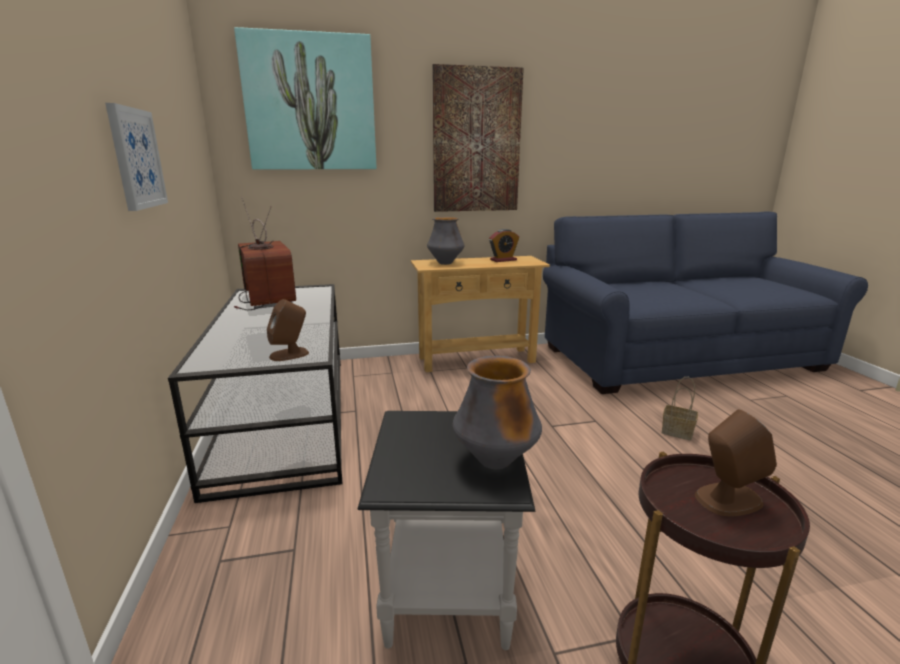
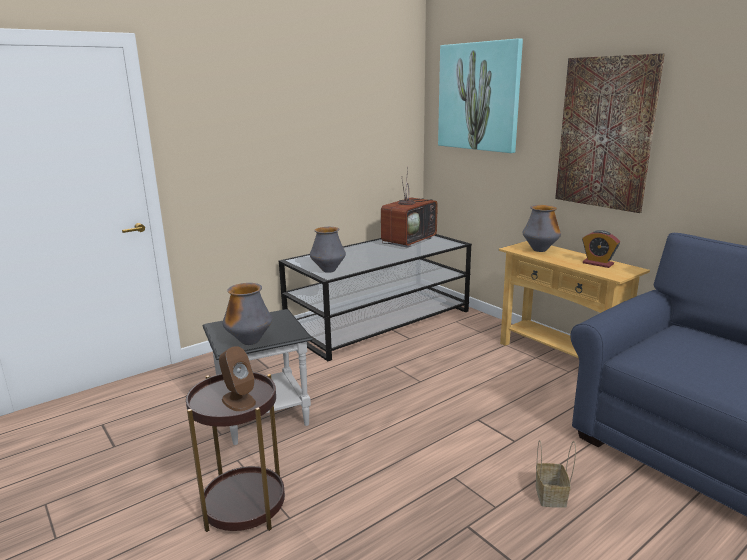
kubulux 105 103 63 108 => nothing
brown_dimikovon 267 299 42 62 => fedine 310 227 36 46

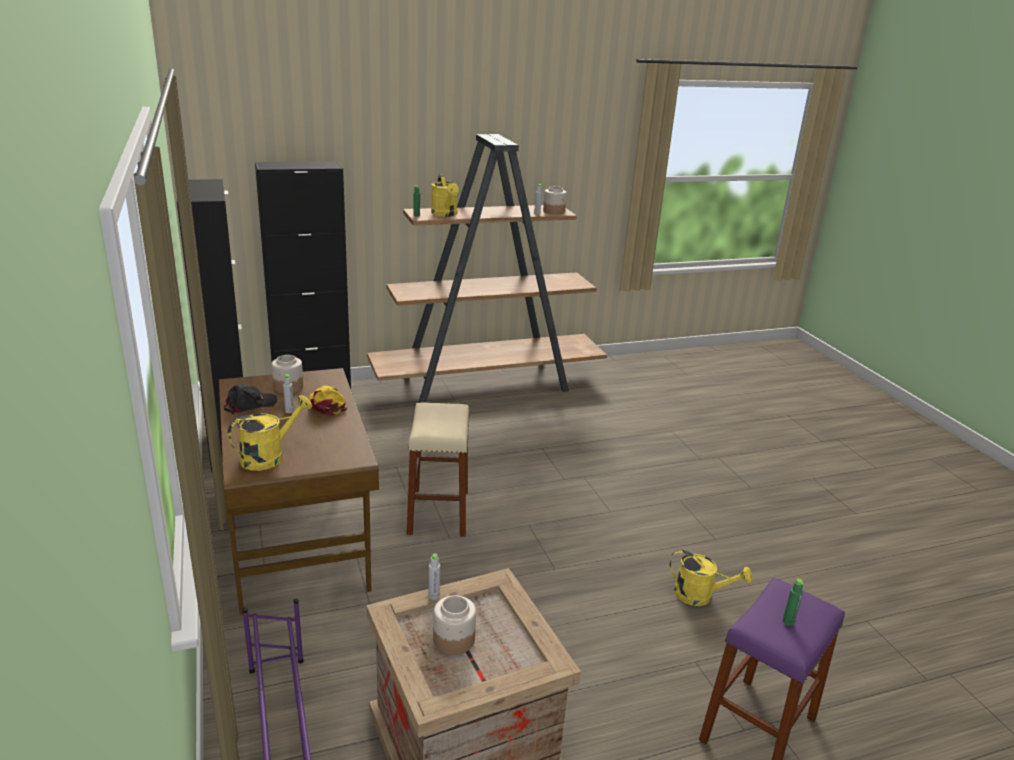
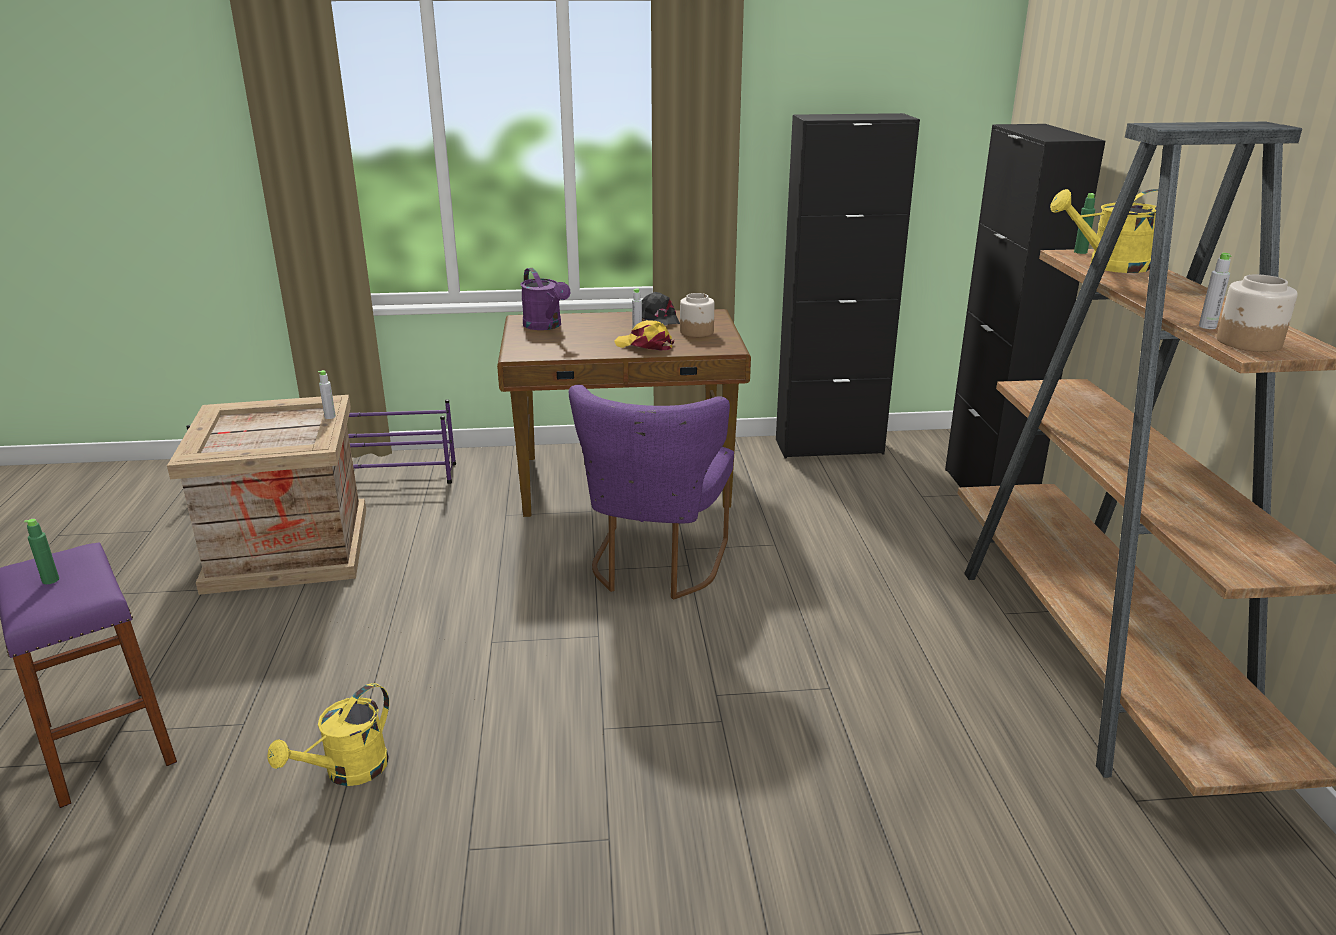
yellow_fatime 307 386 40 30 => yellow_fatime 614 320 60 30, 135 degrees counterclockwise
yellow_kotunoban 228 395 84 76 => purple_kotunoban 520 268 50 62
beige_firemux 407 402 62 135 => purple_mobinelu 569 385 165 215
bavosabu 433 595 43 60 => nothing

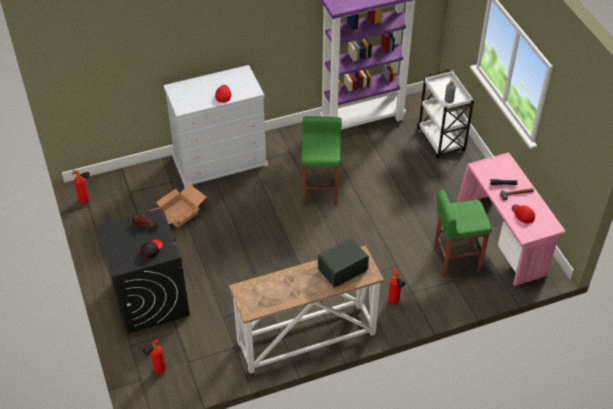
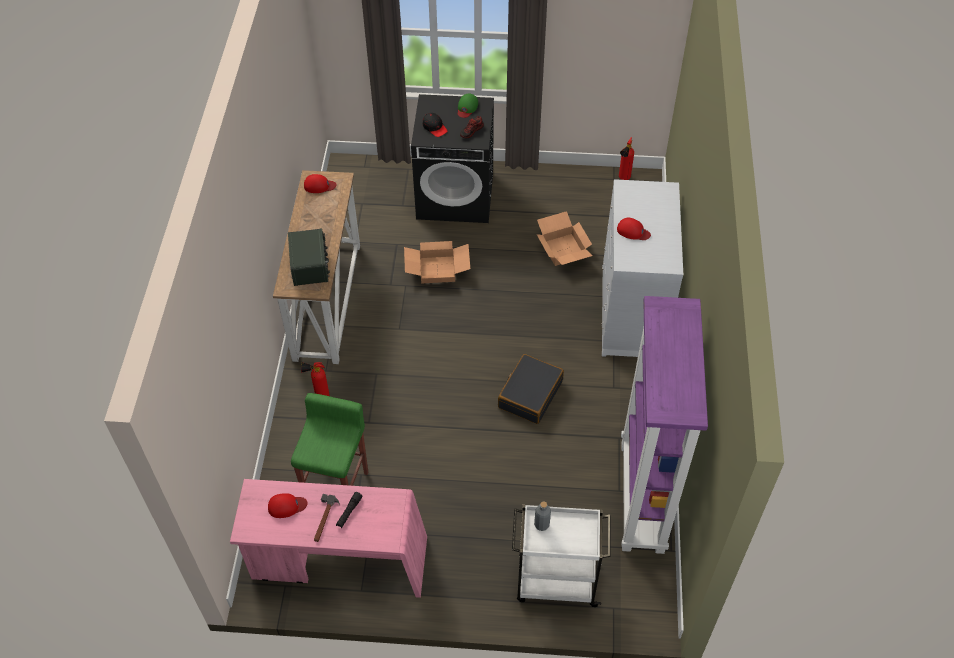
green_firemux 301 116 41 90 => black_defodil 498 354 66 70
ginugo 142 338 24 36 => nothing
nothing => green_fatime 458 94 20 24
nothing => red_fatime 304 174 33 19
nothing => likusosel 404 241 66 42

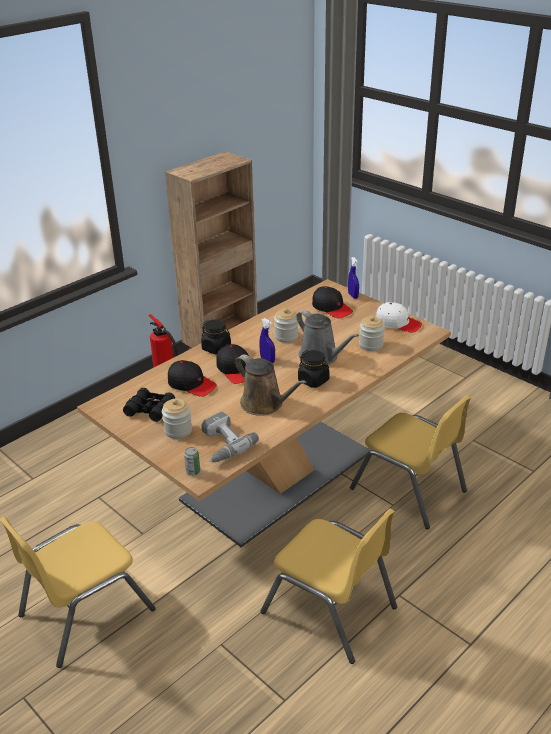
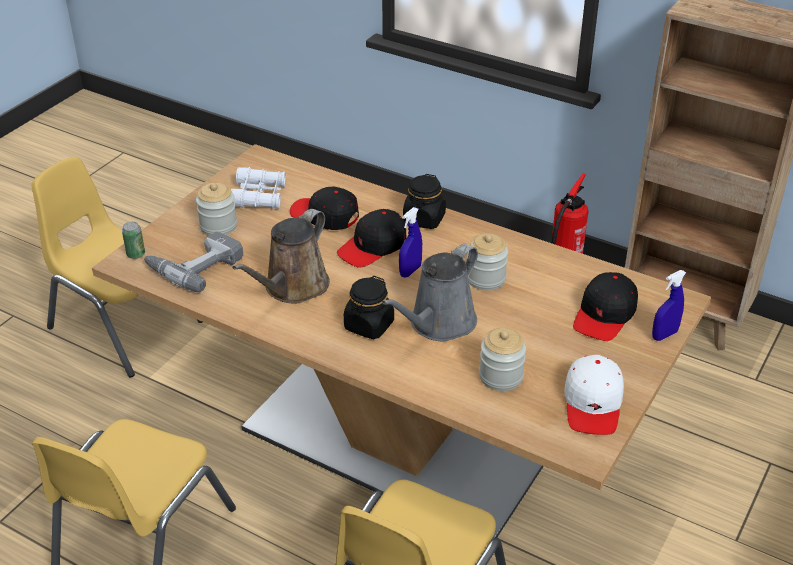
black_fatime 168 360 49 37 => black_fatime 290 187 69 43, 105 degrees clockwise
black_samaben 123 388 52 34 => white_samaben 231 167 55 42

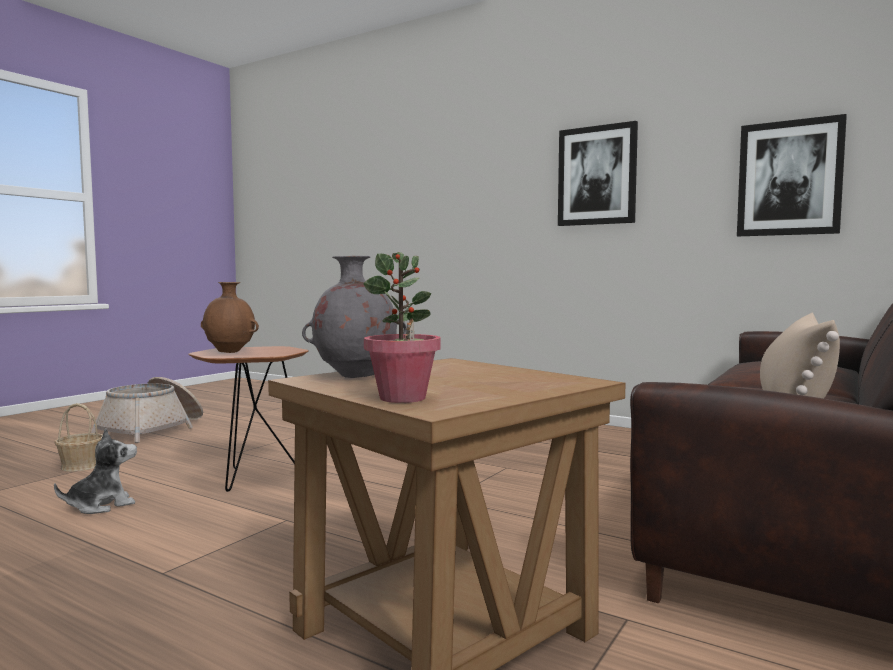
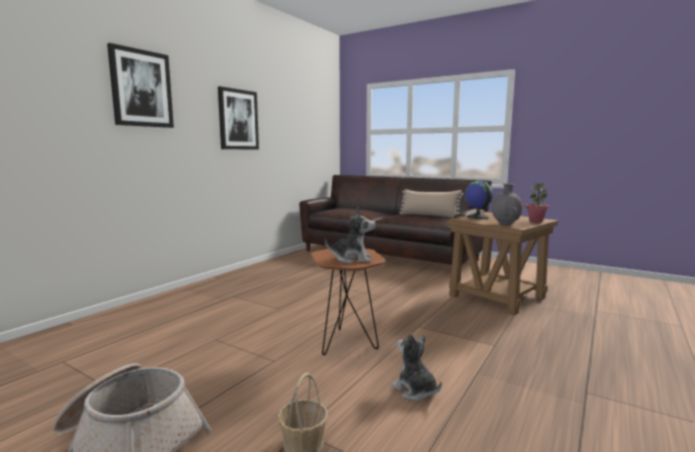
kubulux 737 114 110 122 => kubulux 107 43 67 85, relocated
brown_fedine 201 282 58 71 => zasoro 325 207 51 56
nothing => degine 465 181 29 38

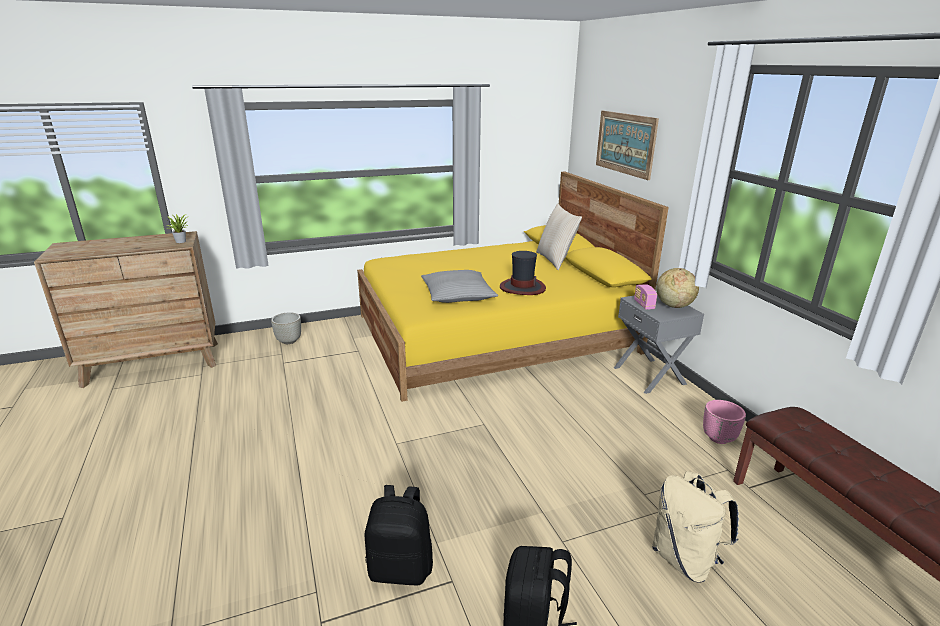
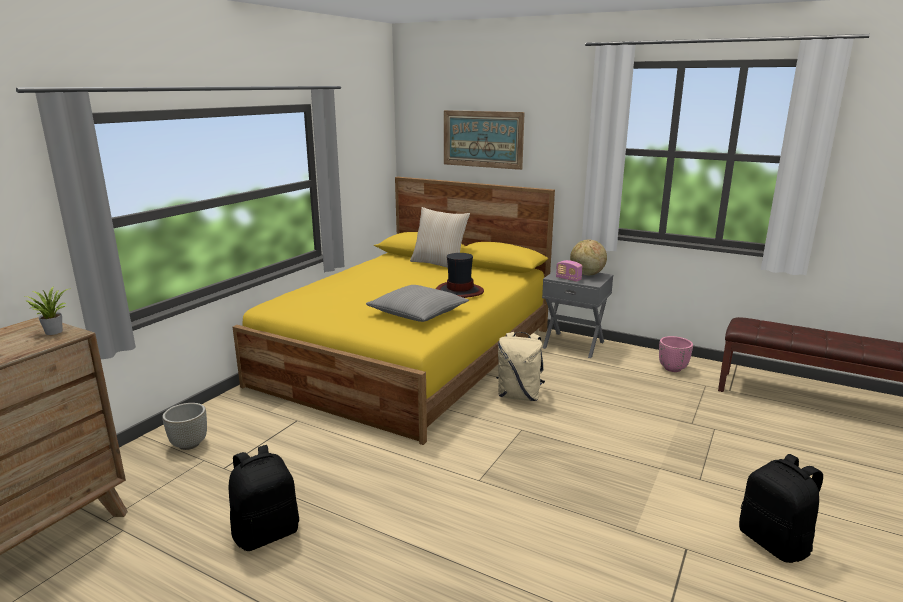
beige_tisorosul 652 471 87 111 => beige_tisorosul 496 332 49 69, relocated
black_tisorosul 365 485 68 101 => black_tisorosul 229 445 70 106, relocated

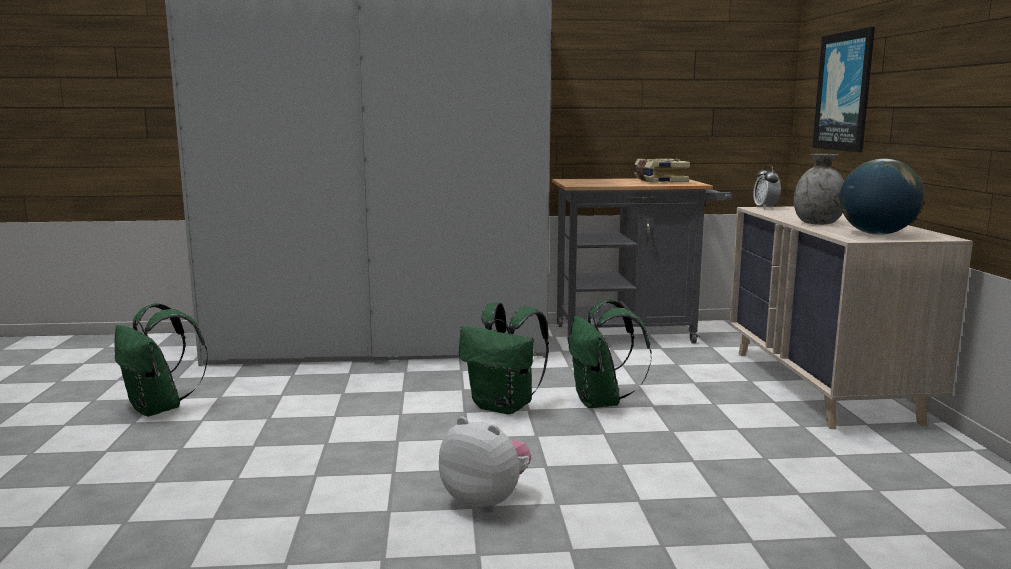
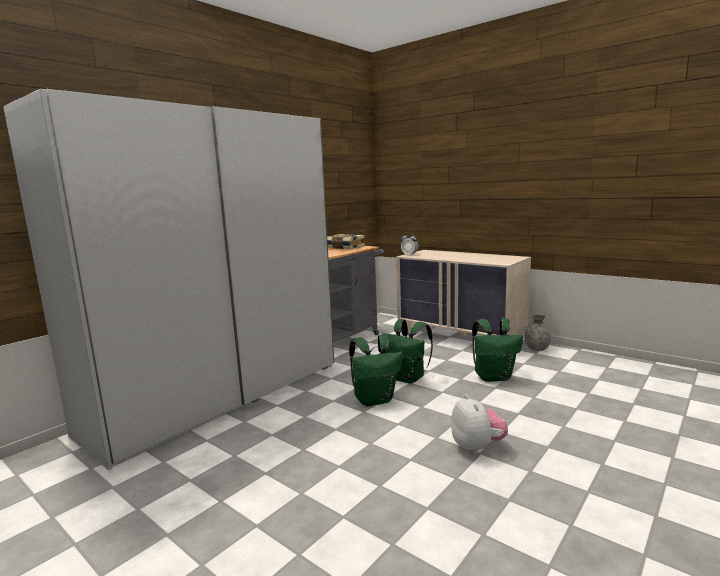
kubulux 812 27 63 125 => nothing
grey_fedine 794 154 50 71 => grey_fedine 525 314 26 37, relocated
degine 840 159 84 76 => nothing
green_tisorosul 114 303 94 114 => green_tisorosul 472 318 51 64, relocated
zasoro 439 416 92 97 => zasoro 451 394 57 60, 90 degrees clockwise

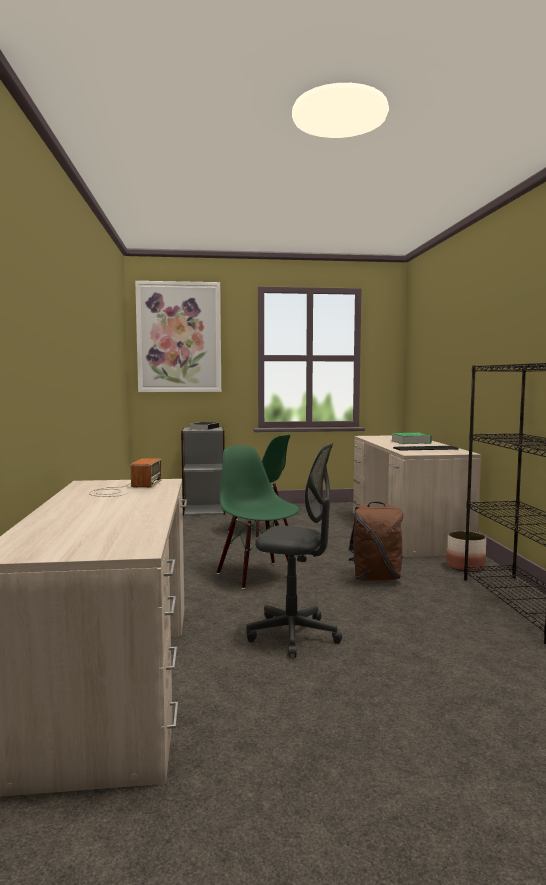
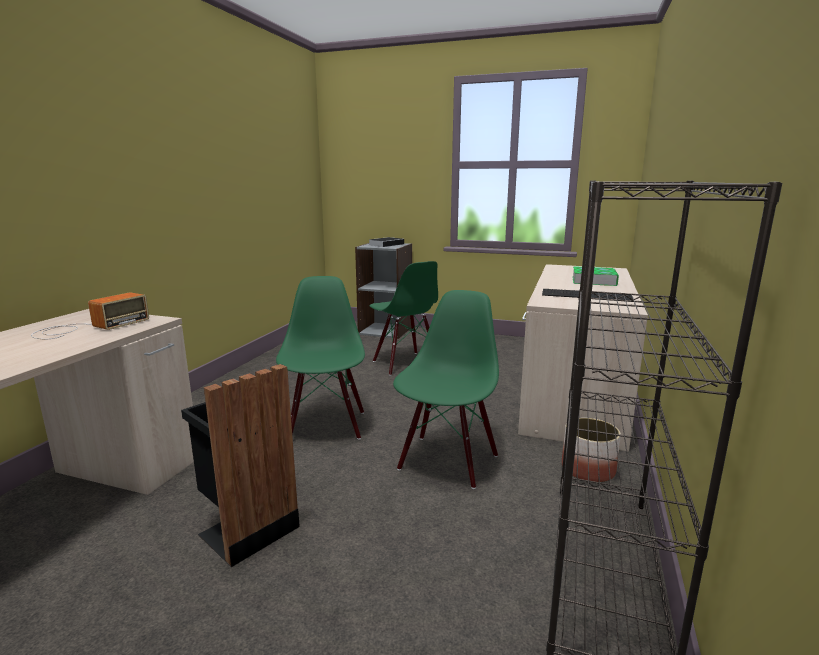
kubulux 135 281 86 111 => nothing
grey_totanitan 246 443 96 215 => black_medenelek 181 364 119 203
brown_tisorosul 348 502 55 78 => green_mobinelu 393 290 106 199

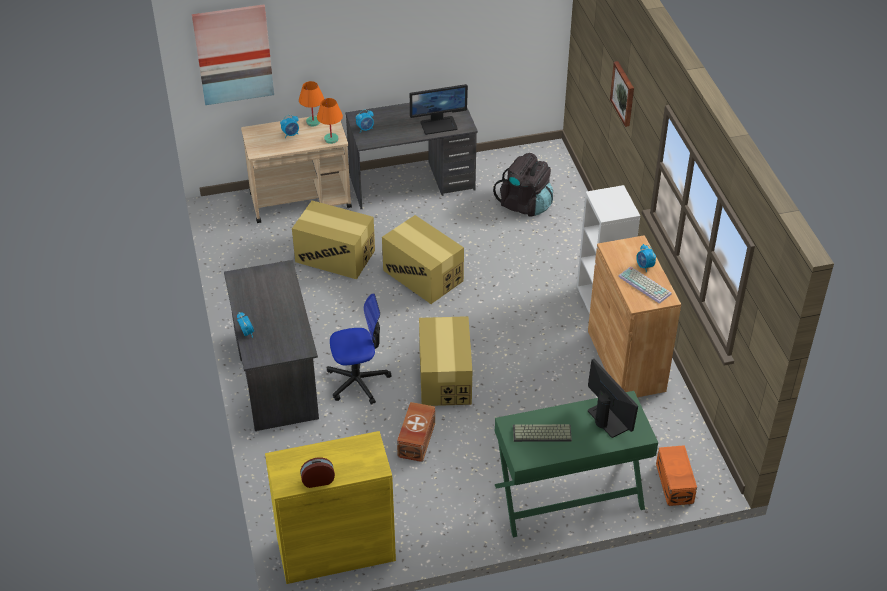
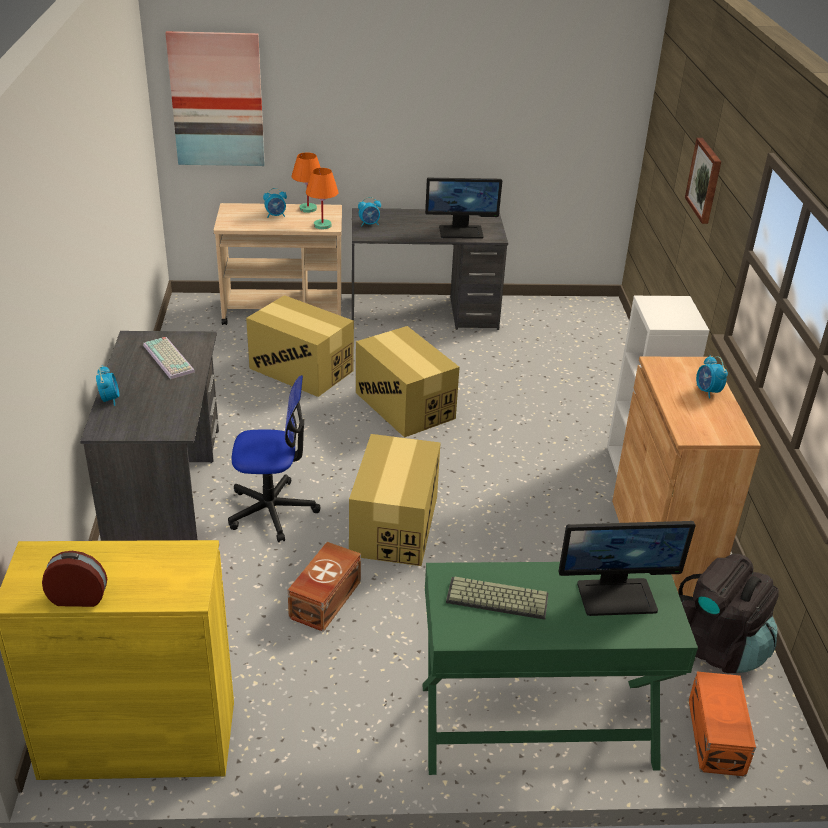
black_tisorosul 493 153 60 64 => black_tisorosul 678 554 101 119, relocated
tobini 618 266 54 38 => tobini 143 337 52 42, relocated
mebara 588 359 50 79 => mebara 559 521 137 95, 105 degrees clockwise

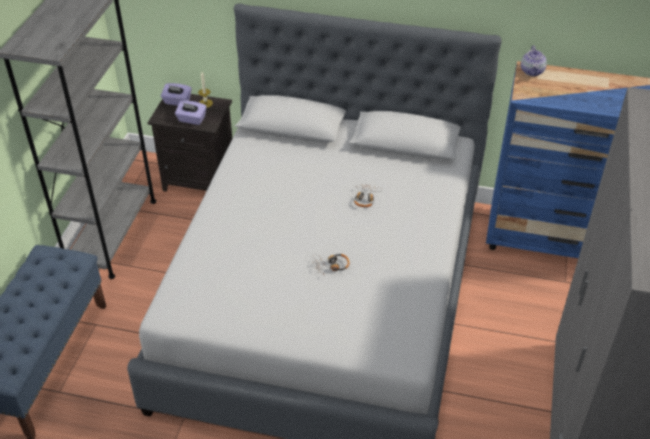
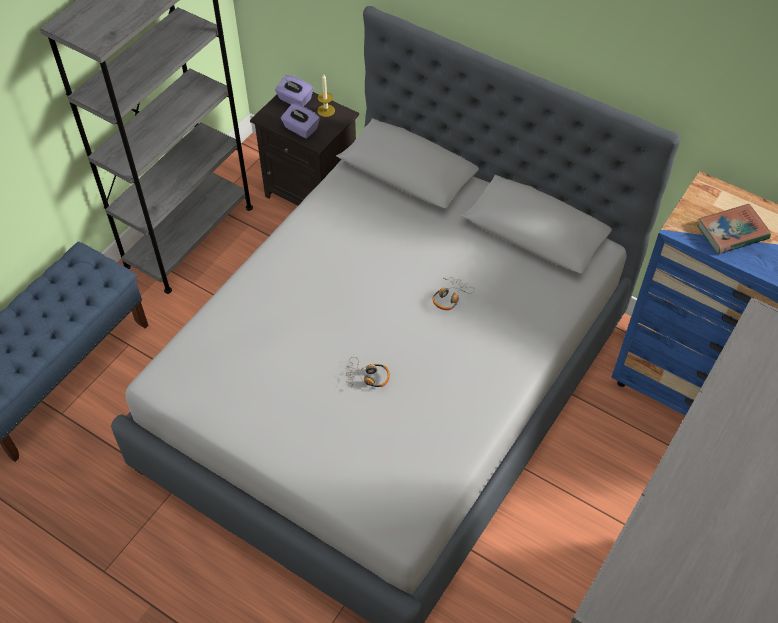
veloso 521 45 26 31 => nothing
nothing => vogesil 697 204 74 50

